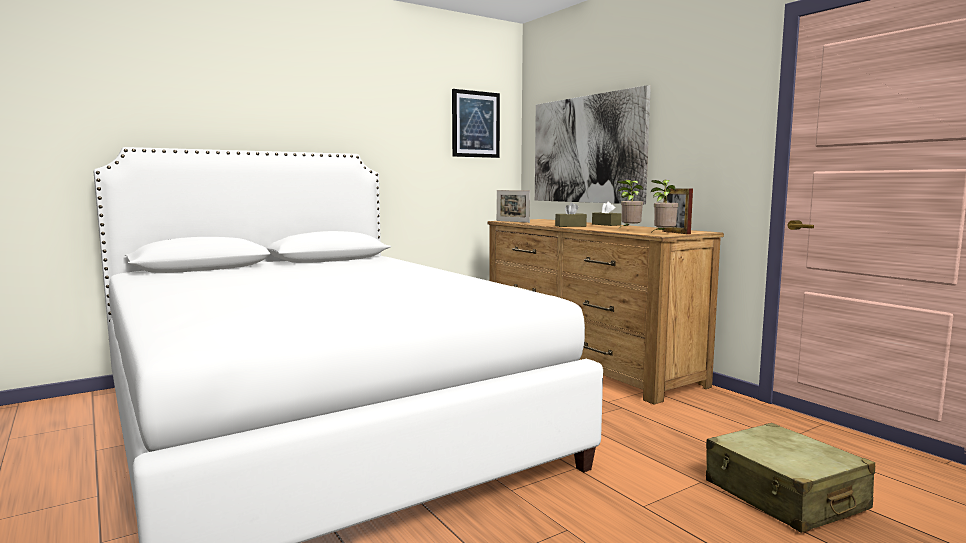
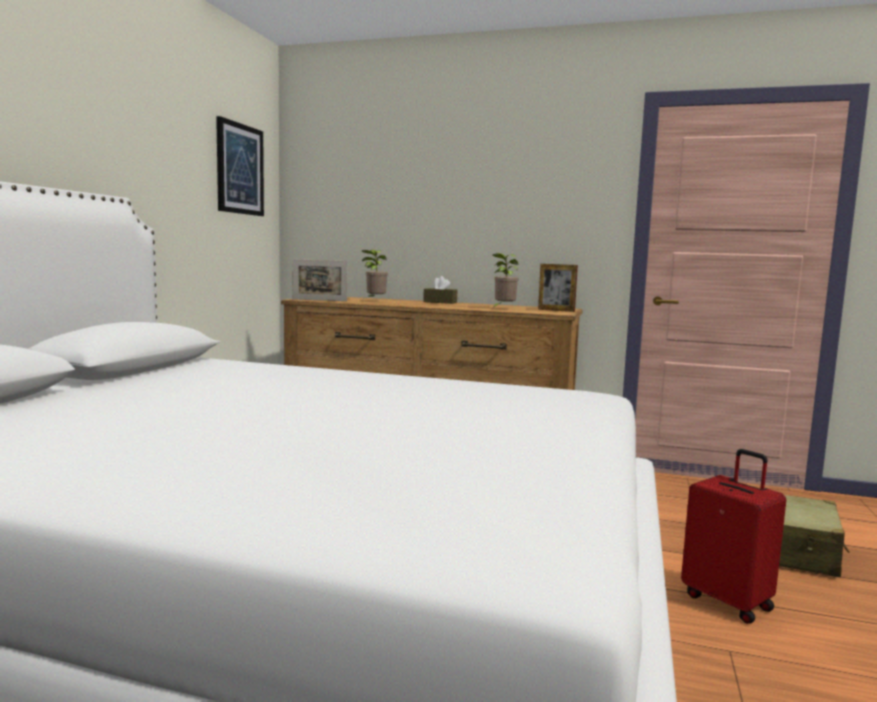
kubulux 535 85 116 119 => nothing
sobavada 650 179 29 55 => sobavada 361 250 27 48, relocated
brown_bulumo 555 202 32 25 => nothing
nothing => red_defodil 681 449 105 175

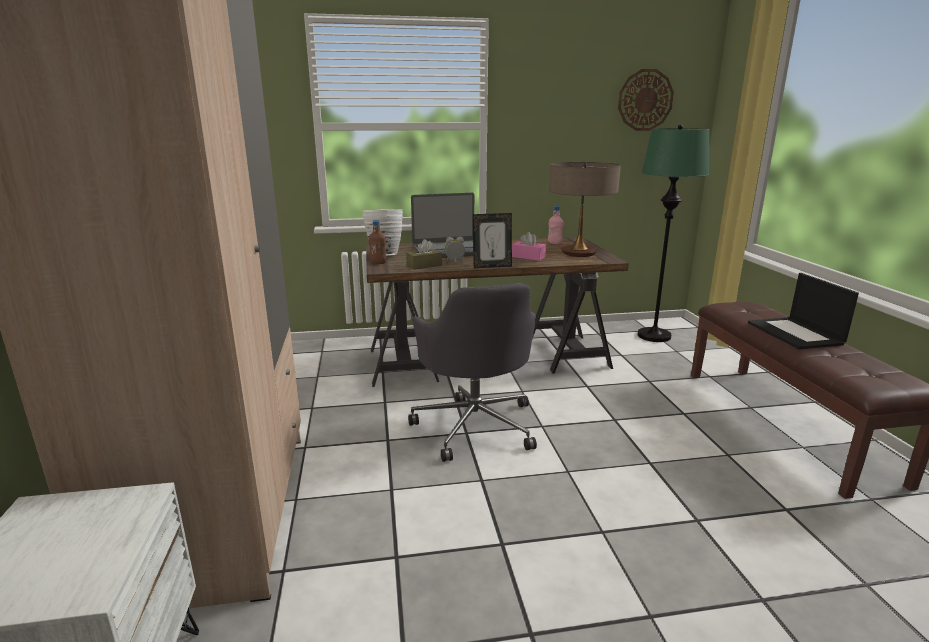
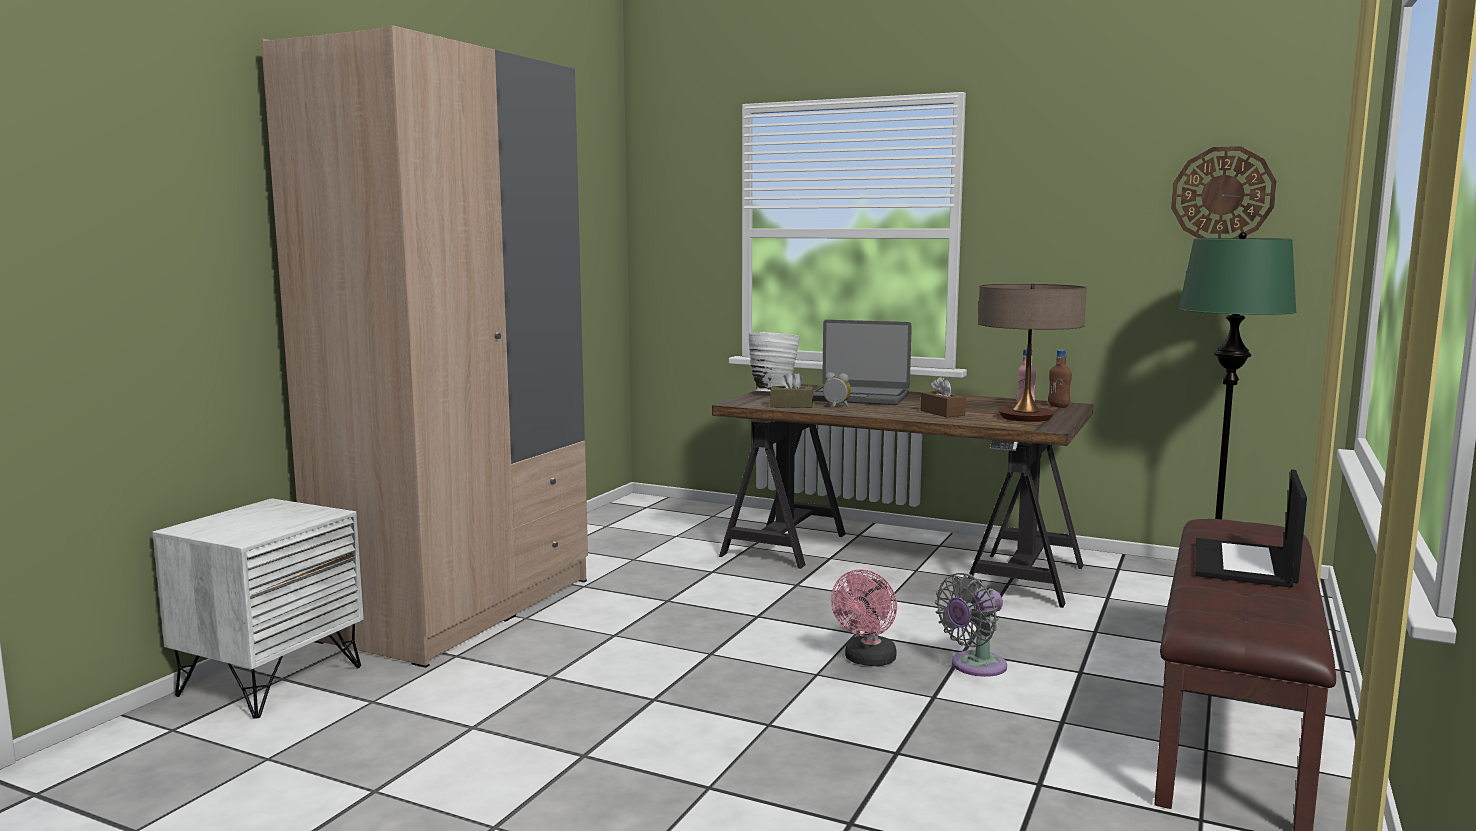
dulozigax 473 213 39 55 => nothing
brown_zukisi 369 220 18 44 => brown_zukisi 1048 350 24 58, relocated
pink_bulumo 512 232 34 29 => brown_bulumo 921 376 45 41
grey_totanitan 408 283 129 179 => nothing
nothing => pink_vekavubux 831 569 66 97
nothing => grey_vekavubux 935 573 72 104

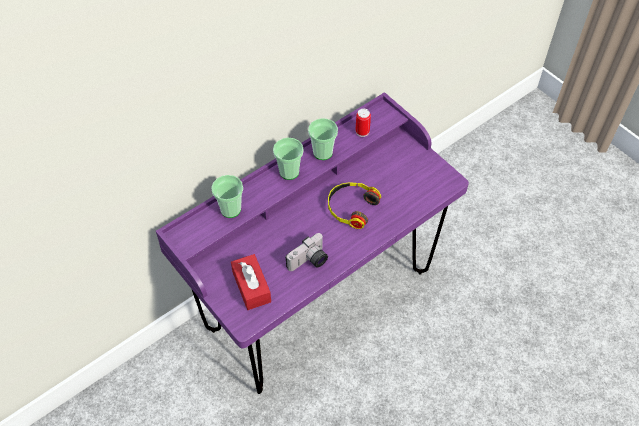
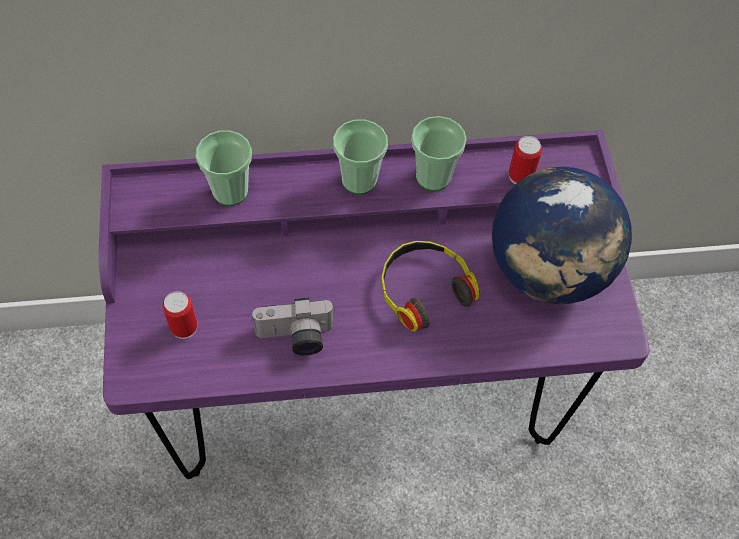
red_bulumo 231 254 40 56 => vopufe 163 291 35 48
nothing => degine 492 167 140 137

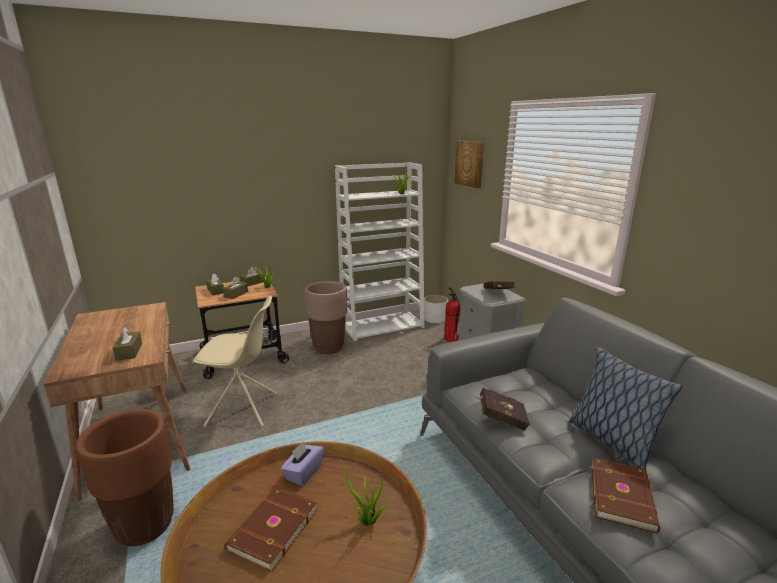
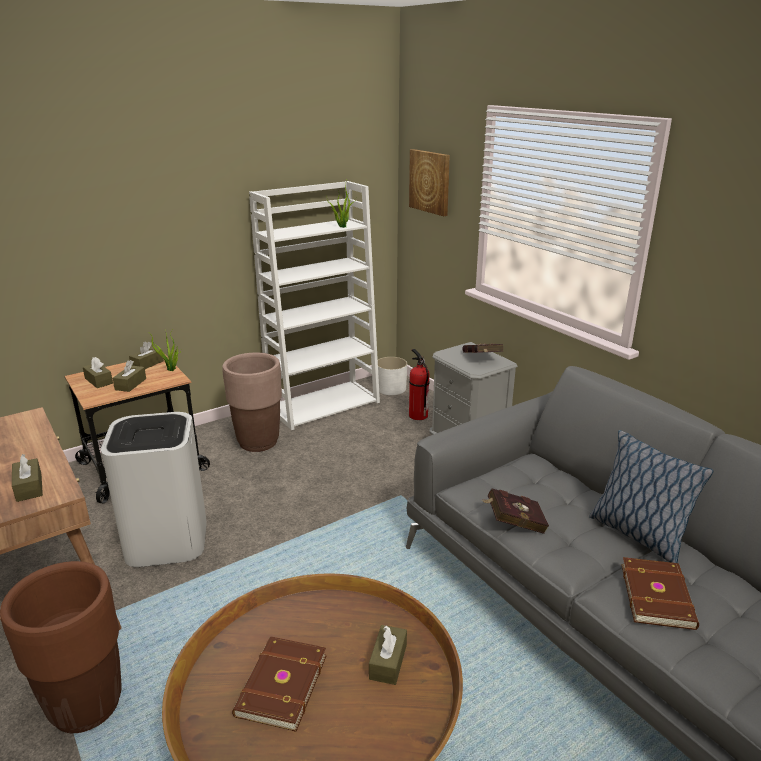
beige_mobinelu 193 296 84 131 => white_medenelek 101 412 106 155
purple_bulumo 281 441 43 45 => nothing
sobavada 339 457 48 69 => brown_bulumo 369 625 38 60

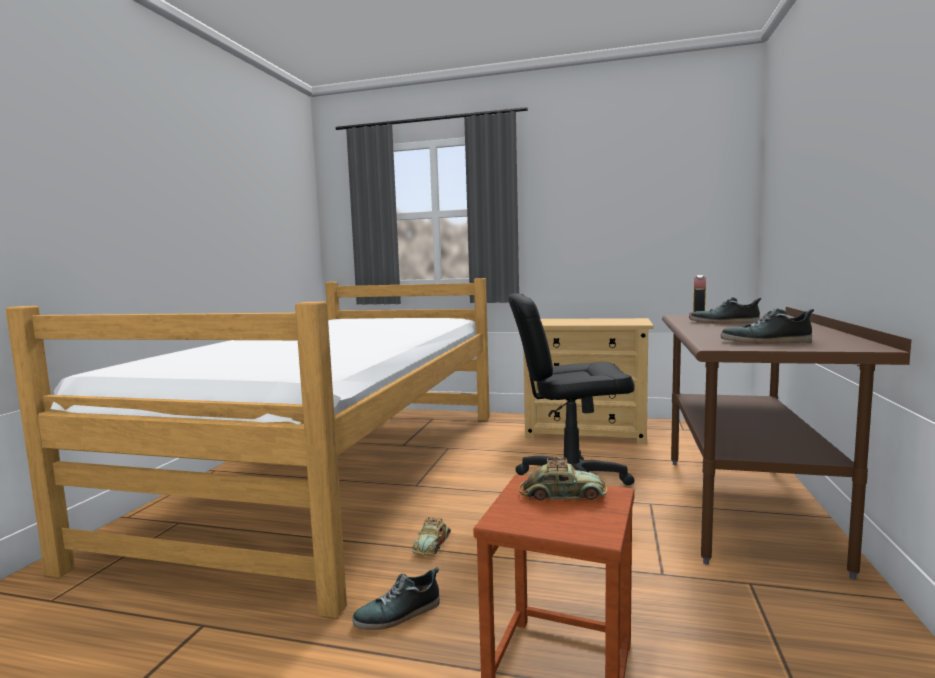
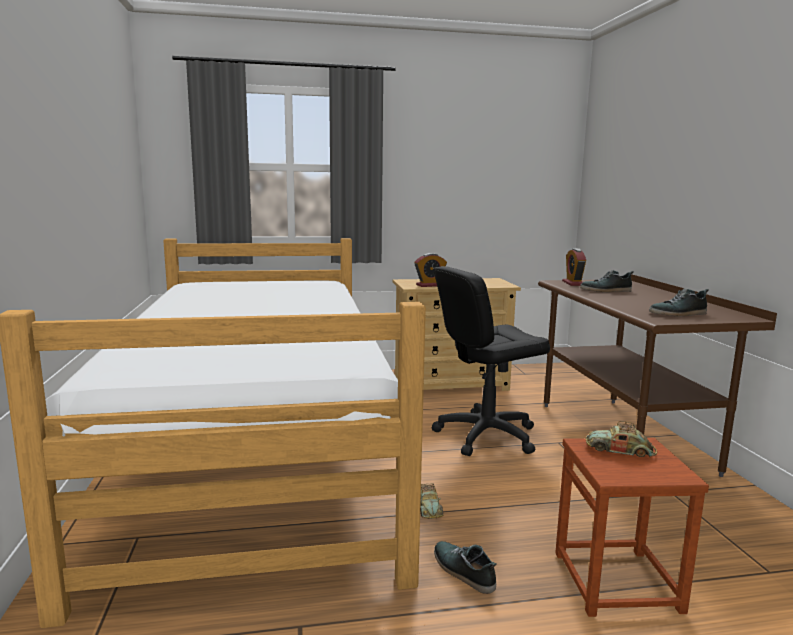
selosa 519 457 88 44 => selosa 586 421 71 36, 150 degrees counterclockwise
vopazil 352 567 88 63 => vopazil 434 541 63 53, 105 degrees clockwise
nothing => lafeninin 414 253 33 34

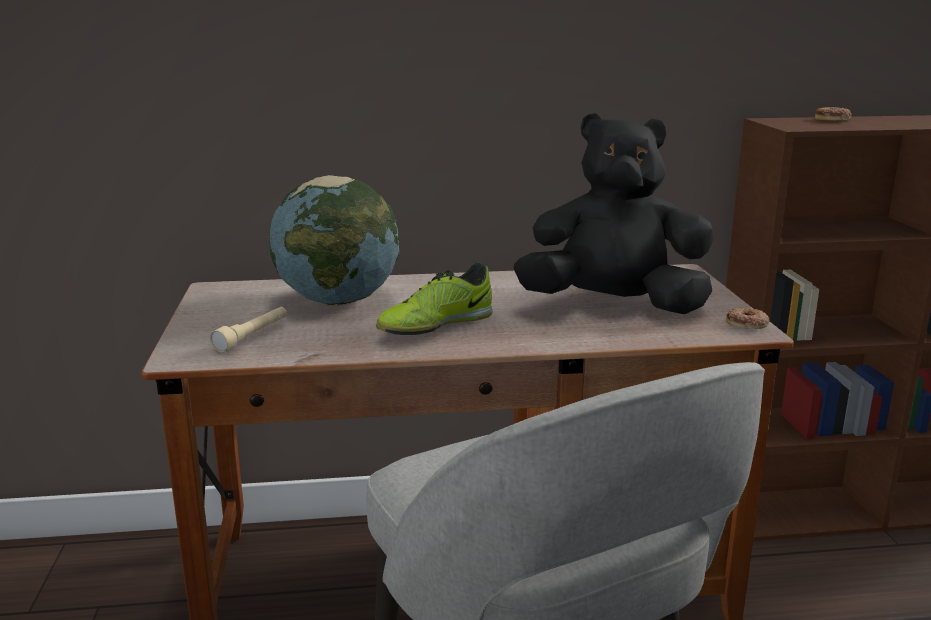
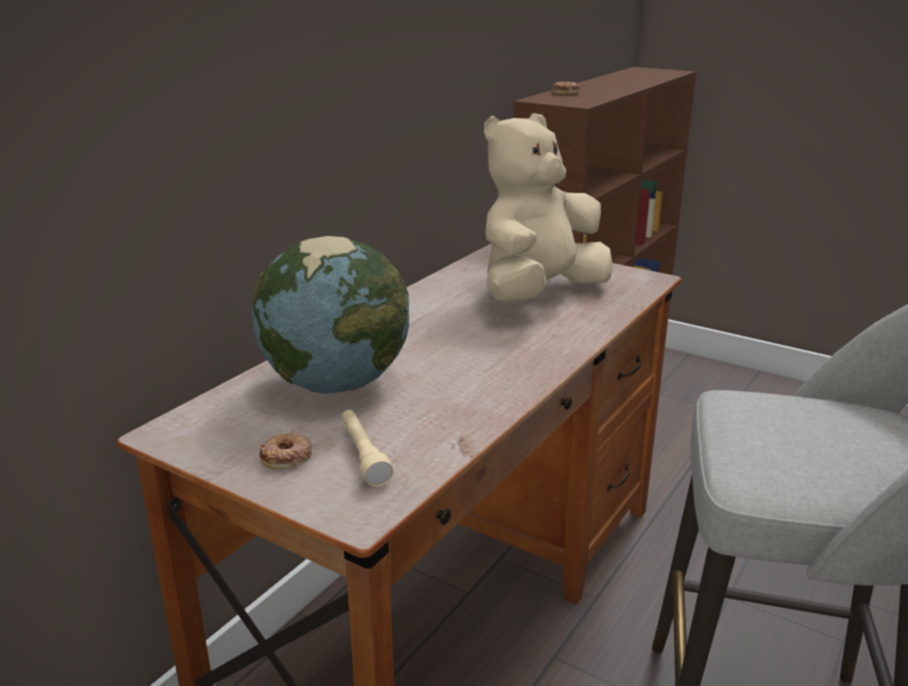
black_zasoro 513 113 201 201 => beige_zasoro 484 113 129 190
vopazil 376 263 116 72 => nothing
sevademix 726 308 44 21 => sevademix 260 433 52 36, relocated

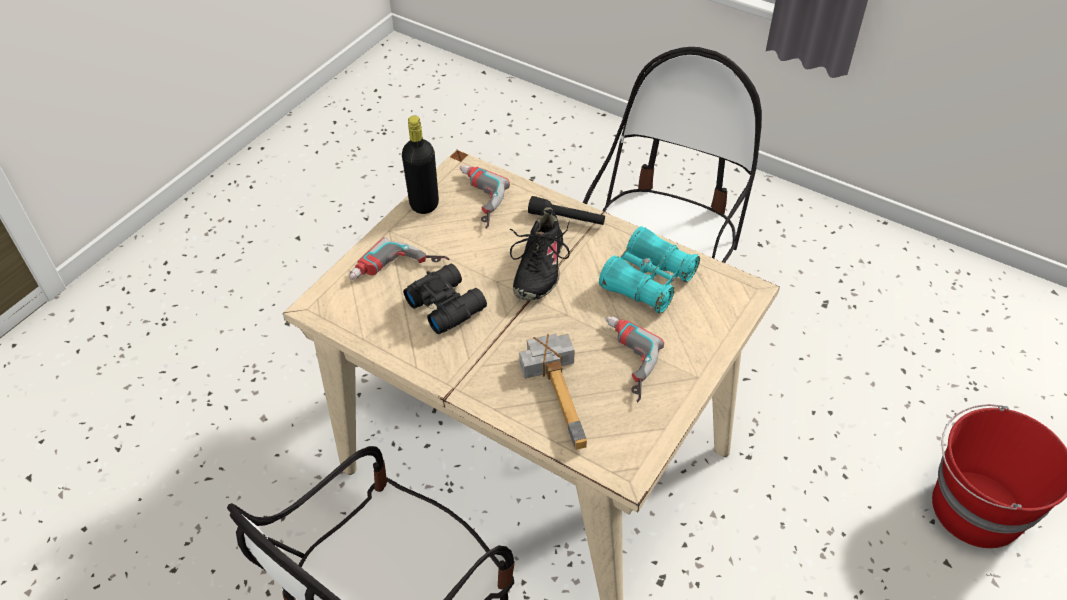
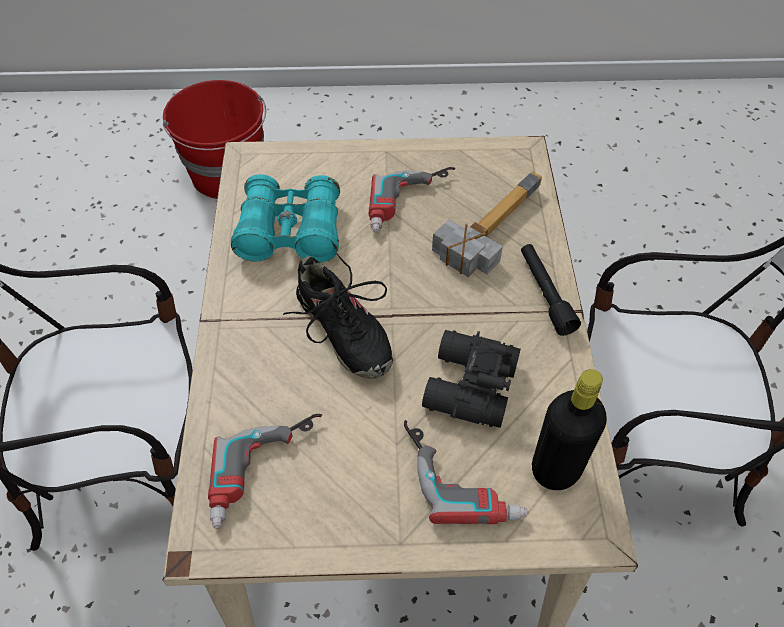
black_zukisi 402 115 37 99 => black_zukisi 532 369 75 121, relocated
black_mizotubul 528 196 77 29 => black_mizotubul 521 244 60 92, relocated
black_vopazil 510 208 60 92 => black_vopazil 283 253 110 126, 75 degrees clockwise

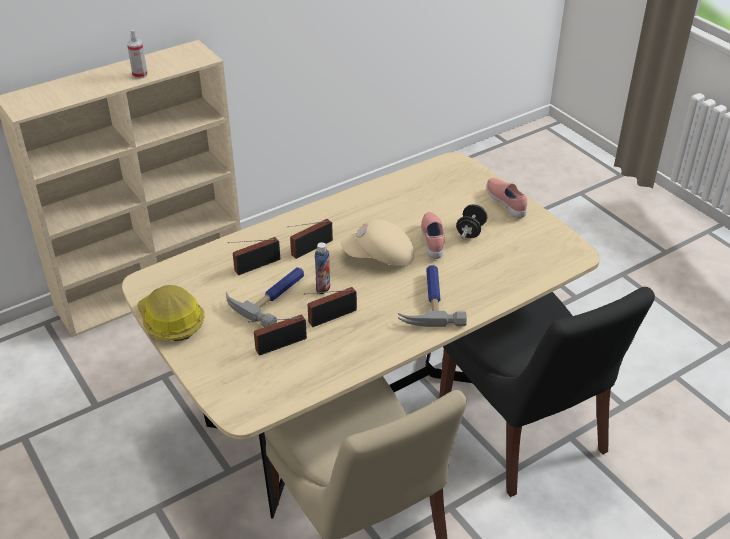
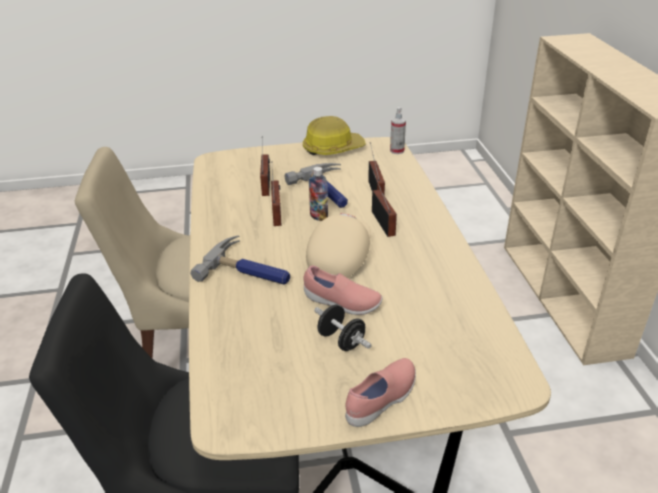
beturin 127 29 21 50 => beturin 390 107 16 47, relocated
pink_vopazil 487 178 40 40 => pink_vopazil 345 358 71 69, 45 degrees counterclockwise

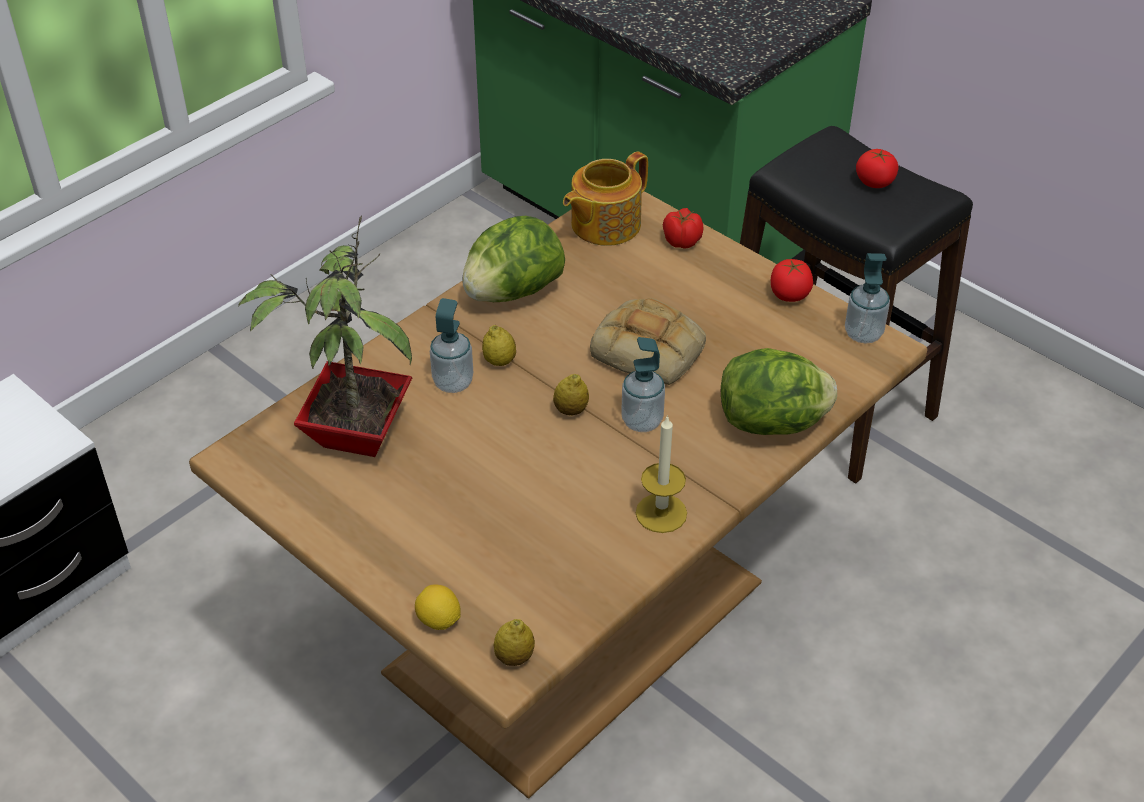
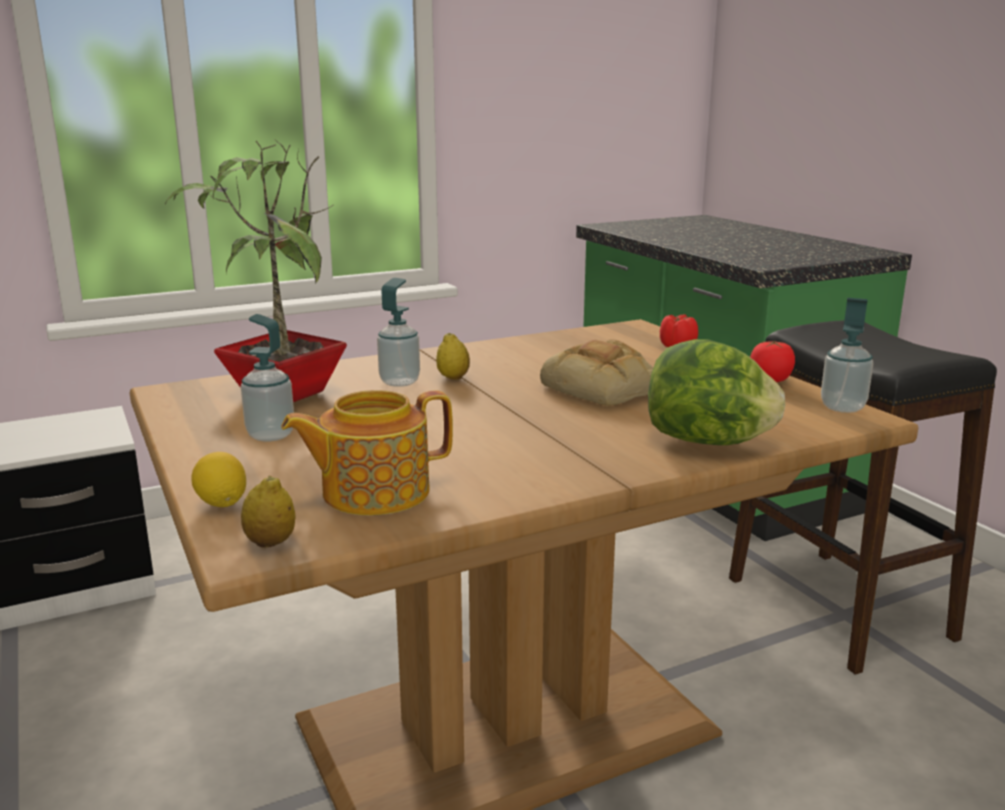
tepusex 856 149 43 39 => nothing
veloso 563 151 85 95 => veloso 281 390 172 125, relocated
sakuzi 463 216 102 86 => nothing
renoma 621 337 44 95 => renoma 241 314 53 128, relocated
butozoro 553 374 36 42 => nothing
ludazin 636 415 51 118 => nothing

